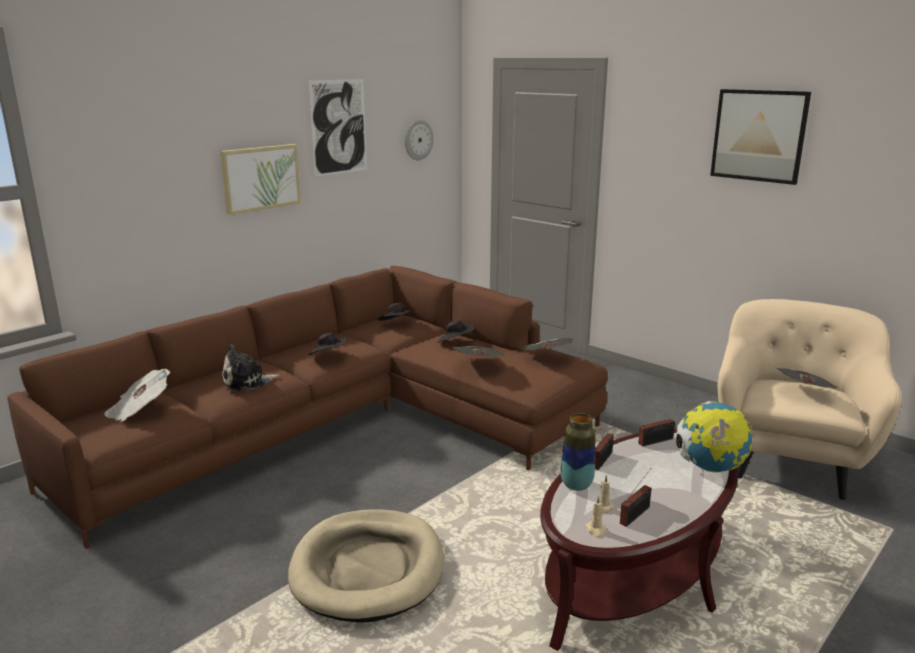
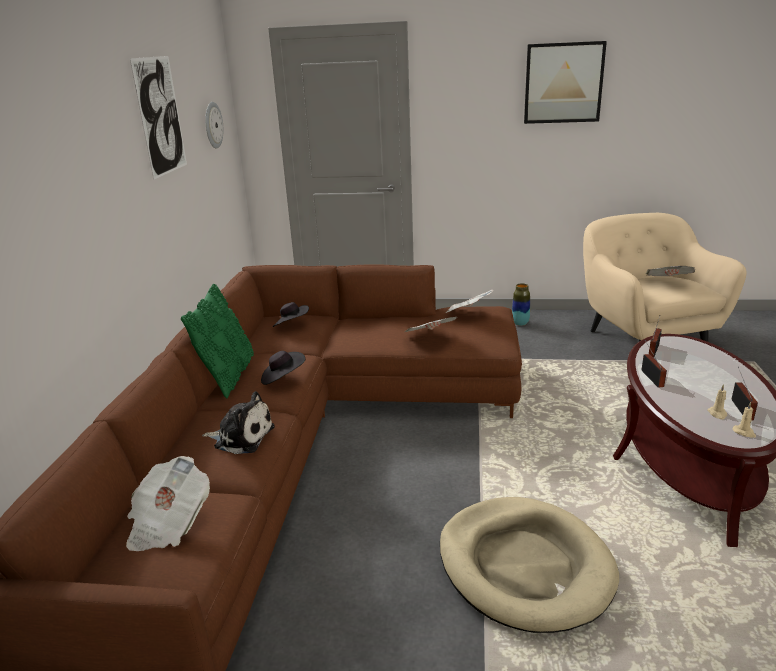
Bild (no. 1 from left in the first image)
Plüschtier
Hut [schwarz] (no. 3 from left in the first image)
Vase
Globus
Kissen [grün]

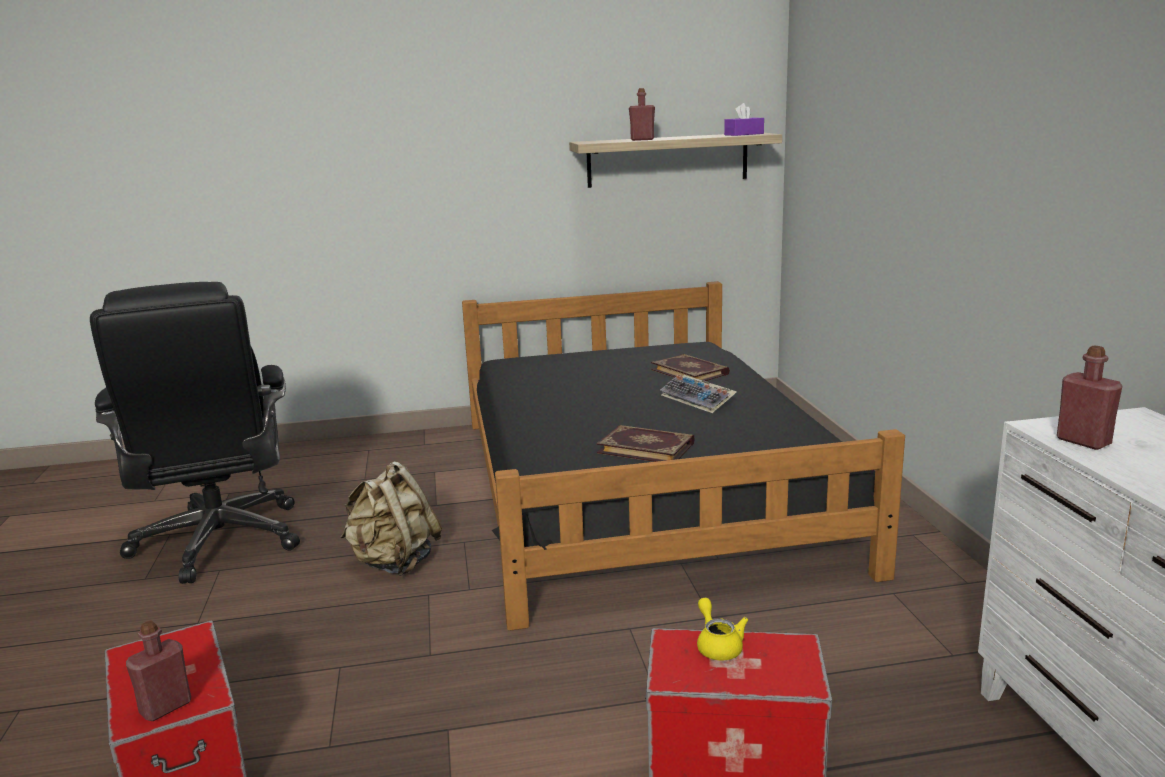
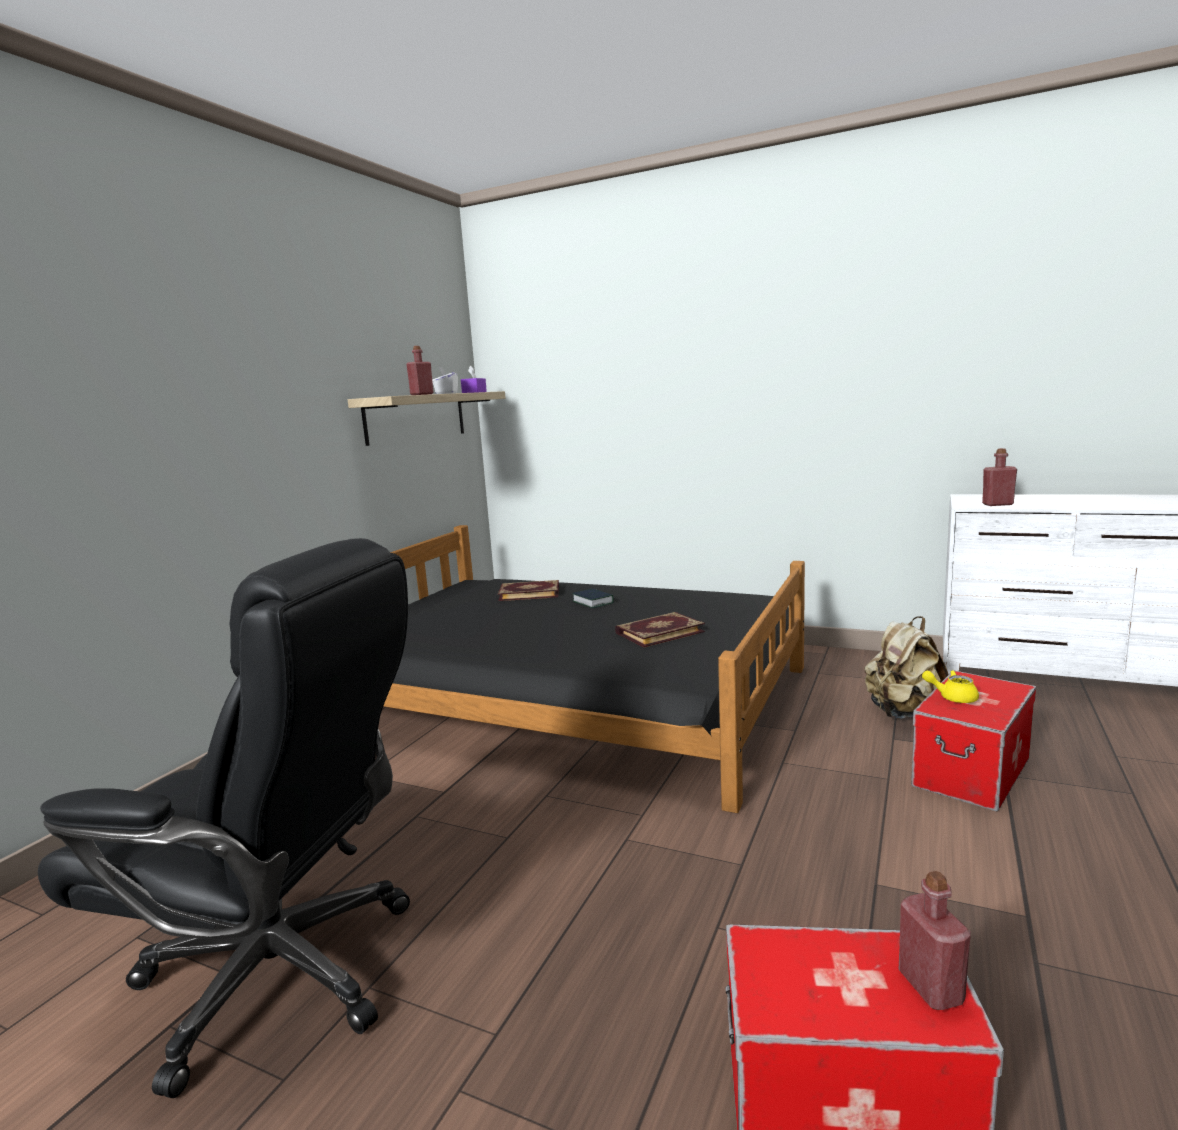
Rucksack [beige]
Buch (no. 2 from left)
Taschentuchbox [weiß]

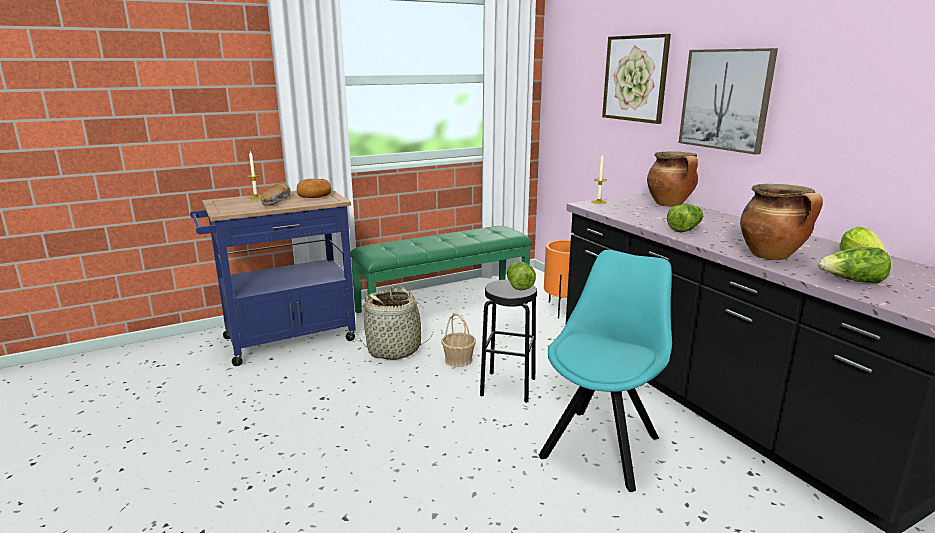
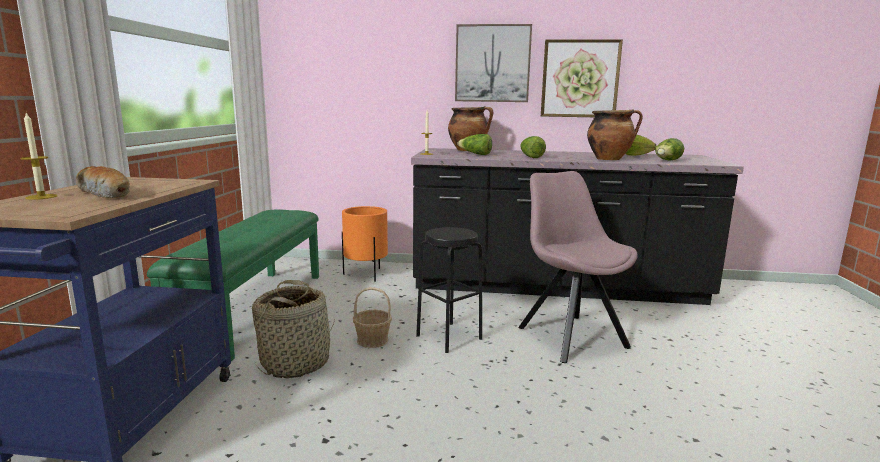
Brot (no. 2 from left in the first image)
Salatkopf (no. 1 from left)
Stuhl [rosa]
Bild (no. 2 from left)

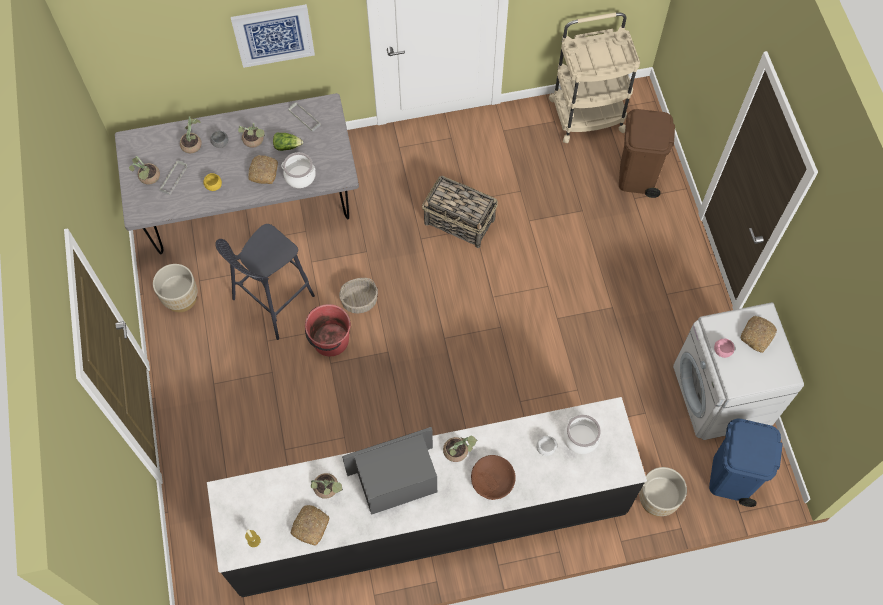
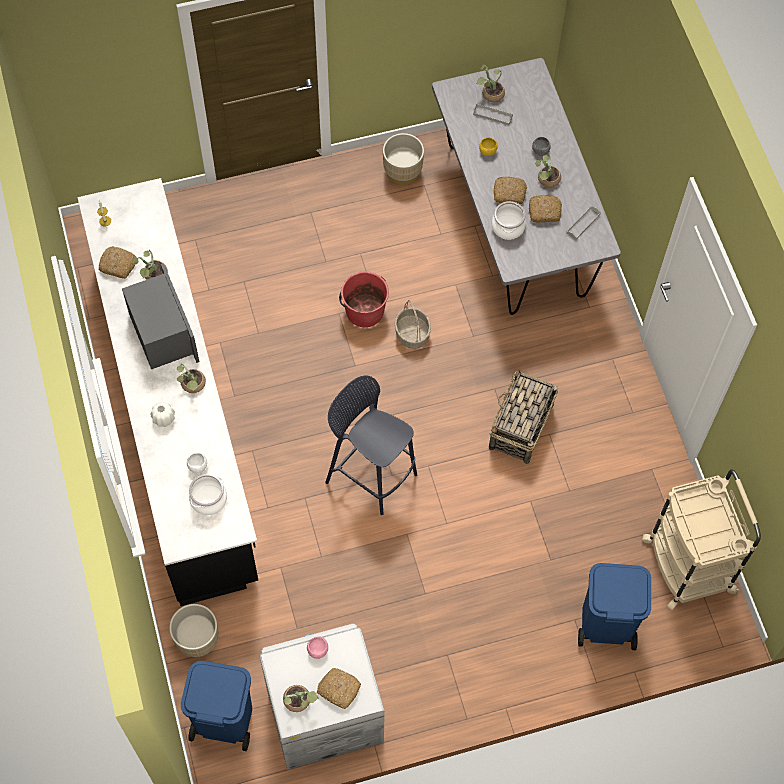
Topfpflanze (no. 3 from left)
Hocker [grau]
Bild
Brot (no. 4 from left)
Vase [weiß]
Mülleimer [blau] (no. 2 from left)

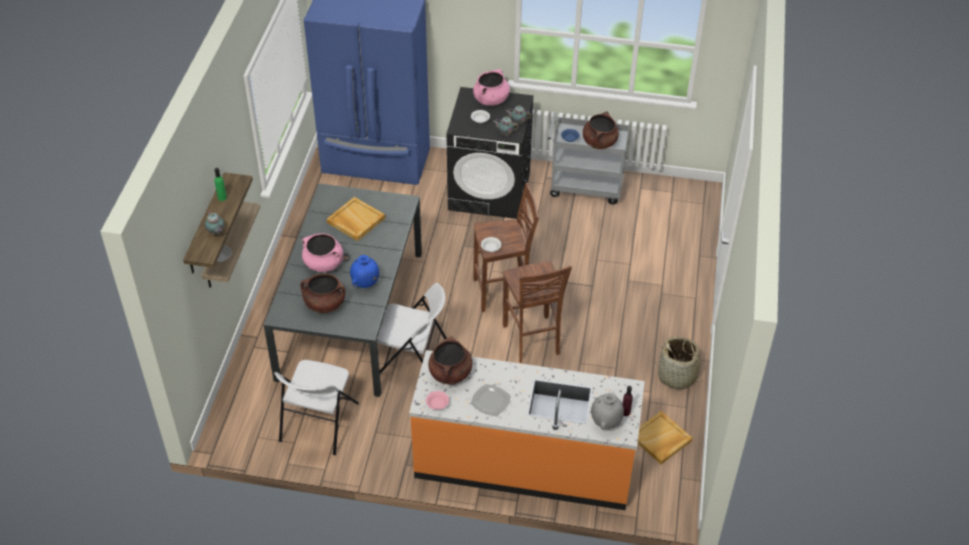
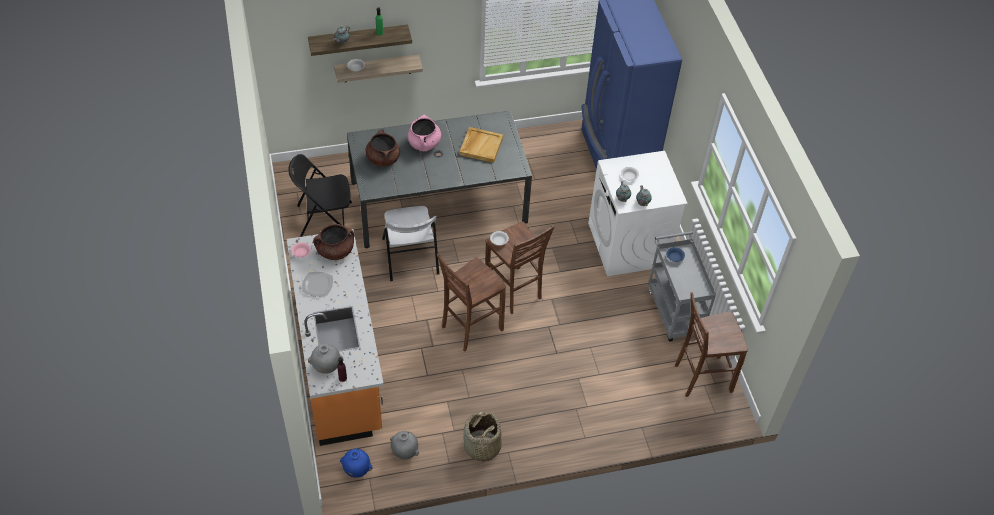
Stuhl [schwarz]
Vase [blau]
Waschmaschine [weiß]
Kochtopf [rosa] (no. 2 from left in the first image)
Kochtopf [braun] (no. 3 from left in the first image)
Vase [grau] (no. 2 from left)
Hocker [braun] (no. 3 from left)

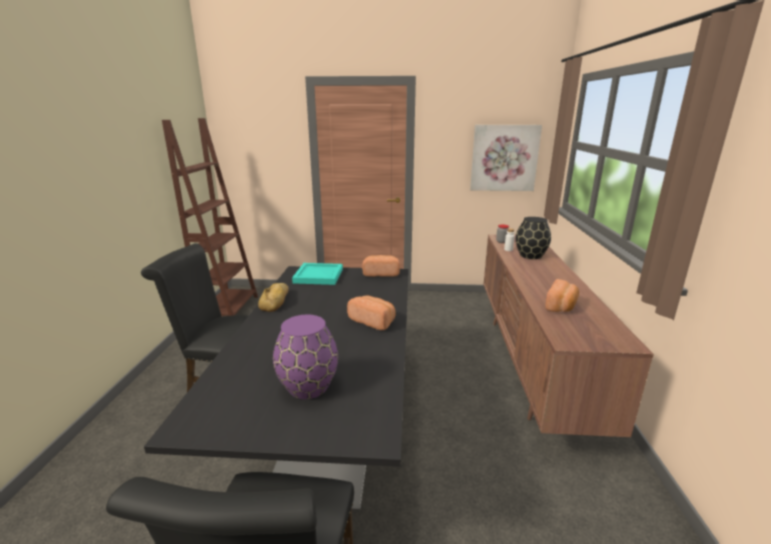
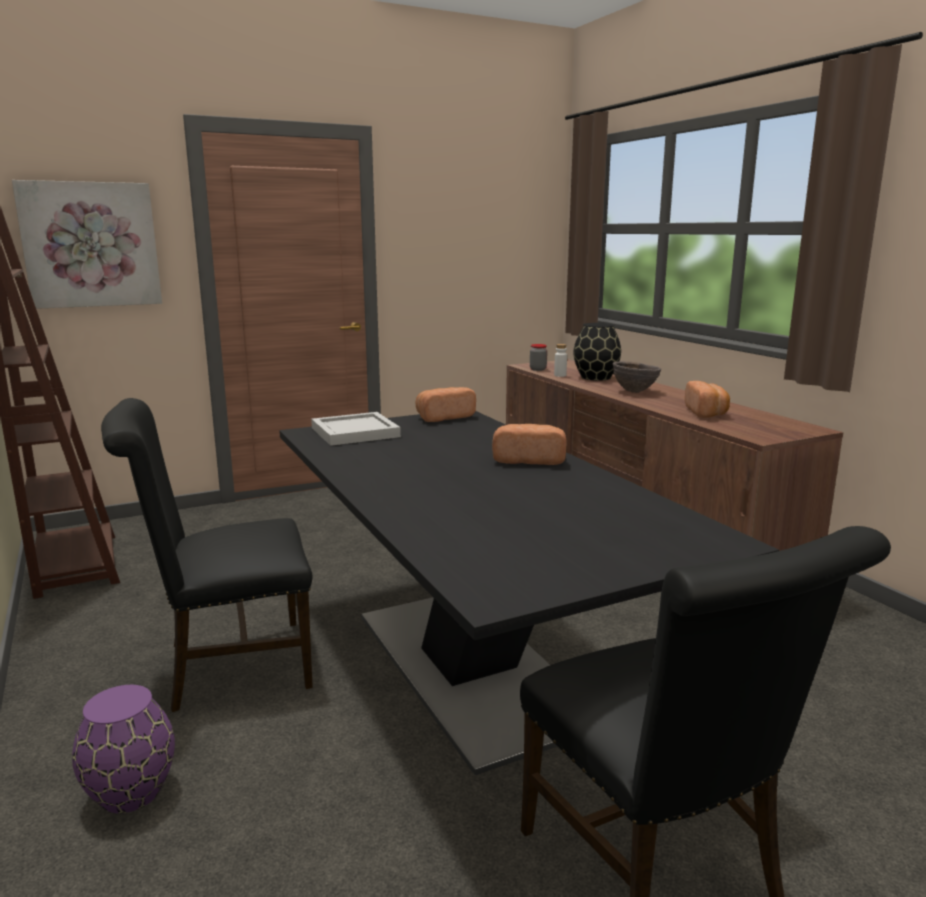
Brot (no. 1 from left in the first image)
Vase [lila]
Tablett [weiß]
Bild
Schüssel [braun]

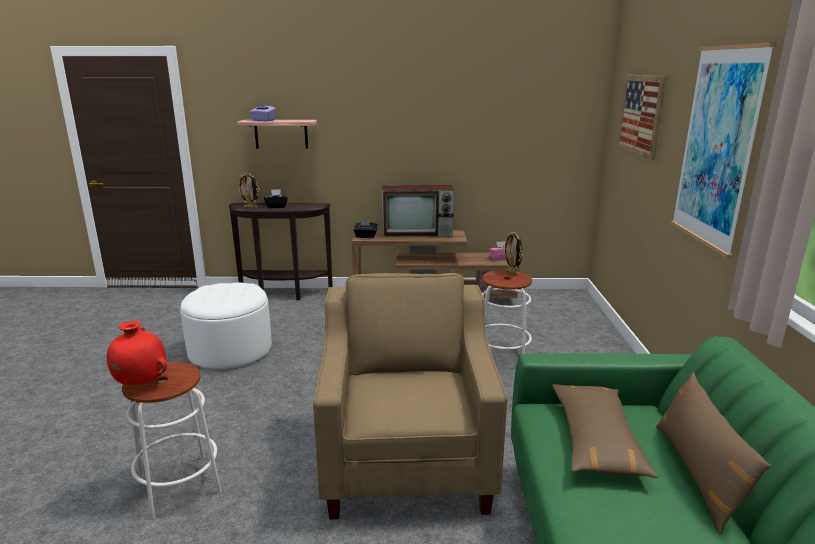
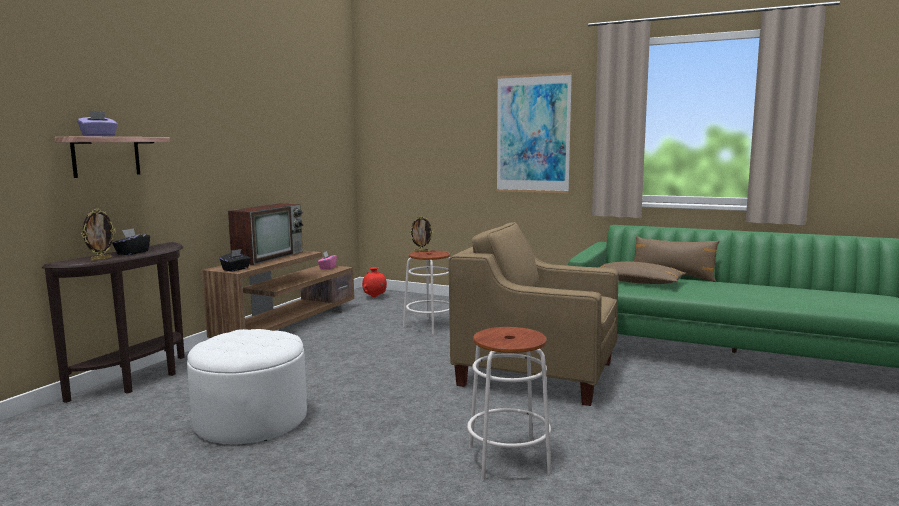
Vase [rot]
Bild (no. 1 from left in the first image)

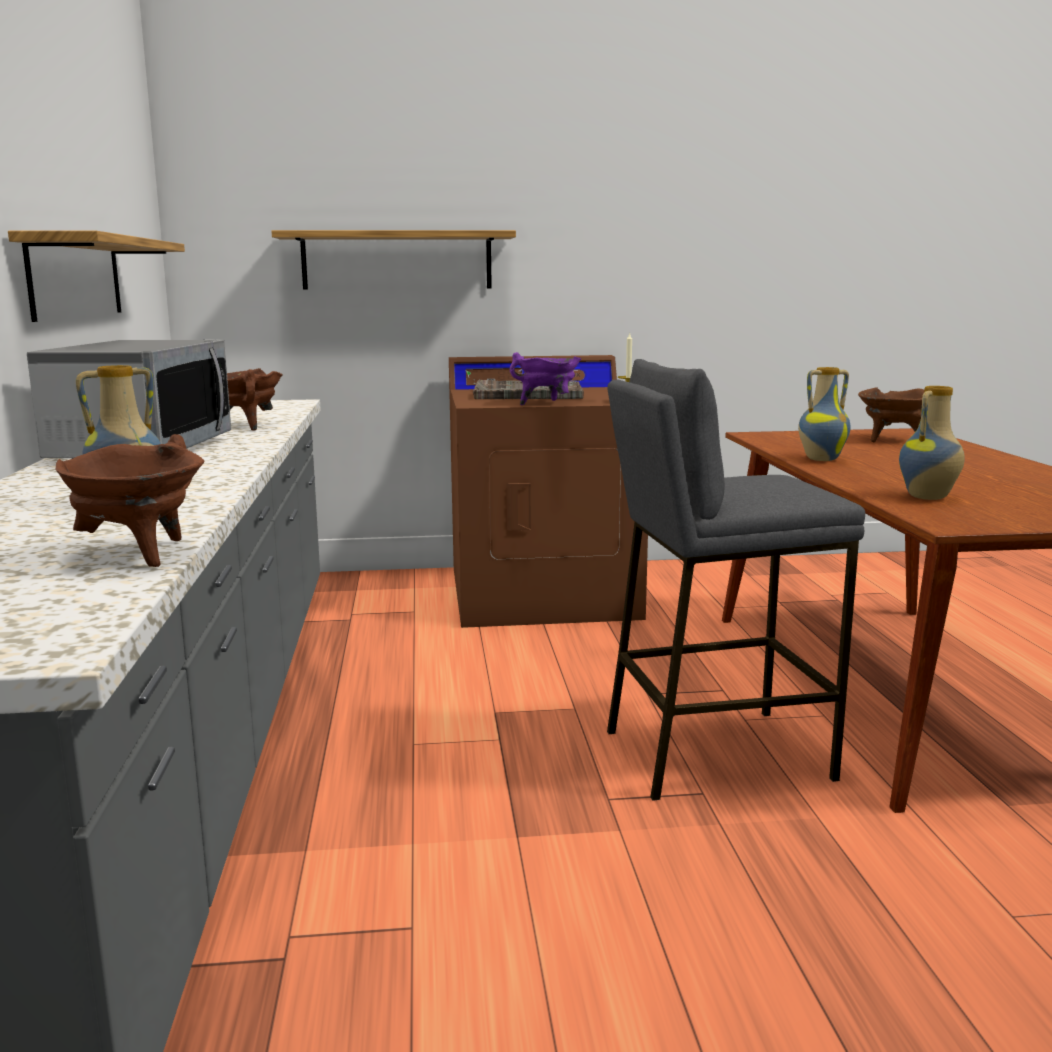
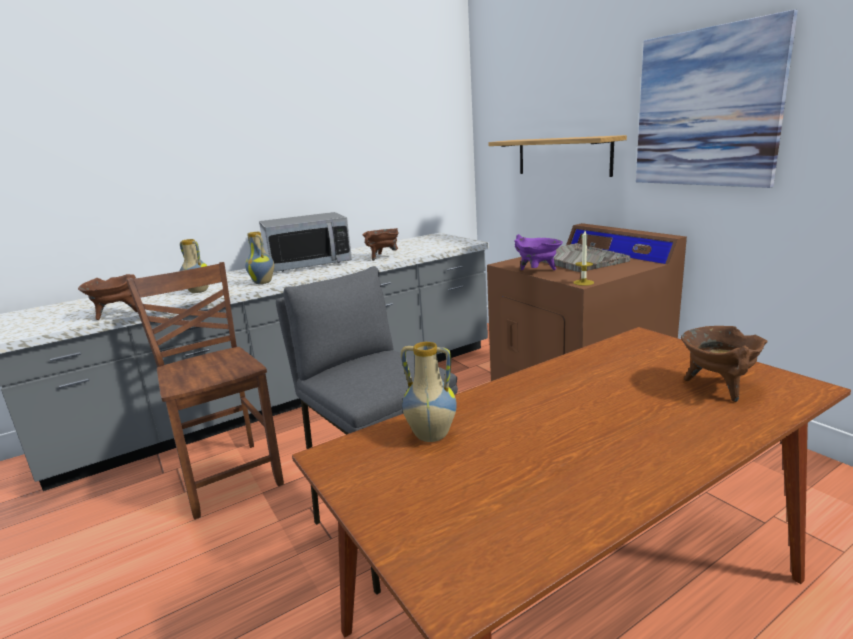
Wandregal (no. 1 from left in the first image)
Vase (no. 2 from left)
Stuhl [braun]
Bild

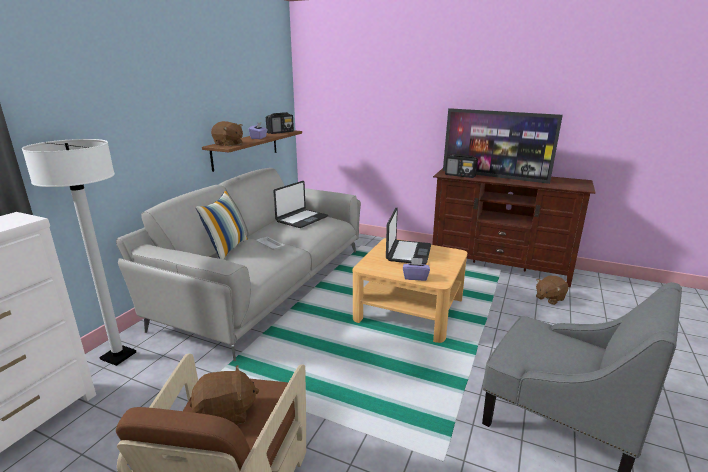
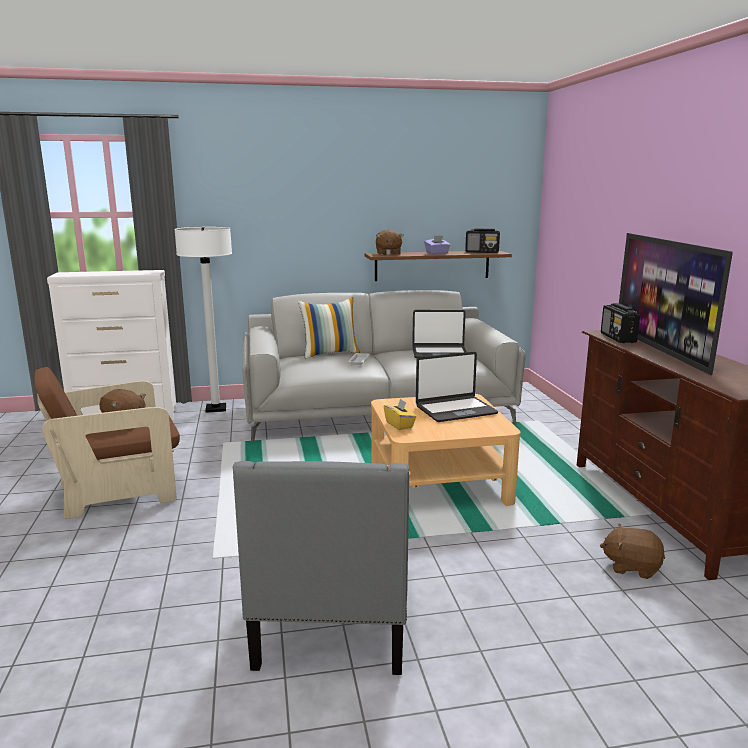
Taschentuchbox [gelb]

